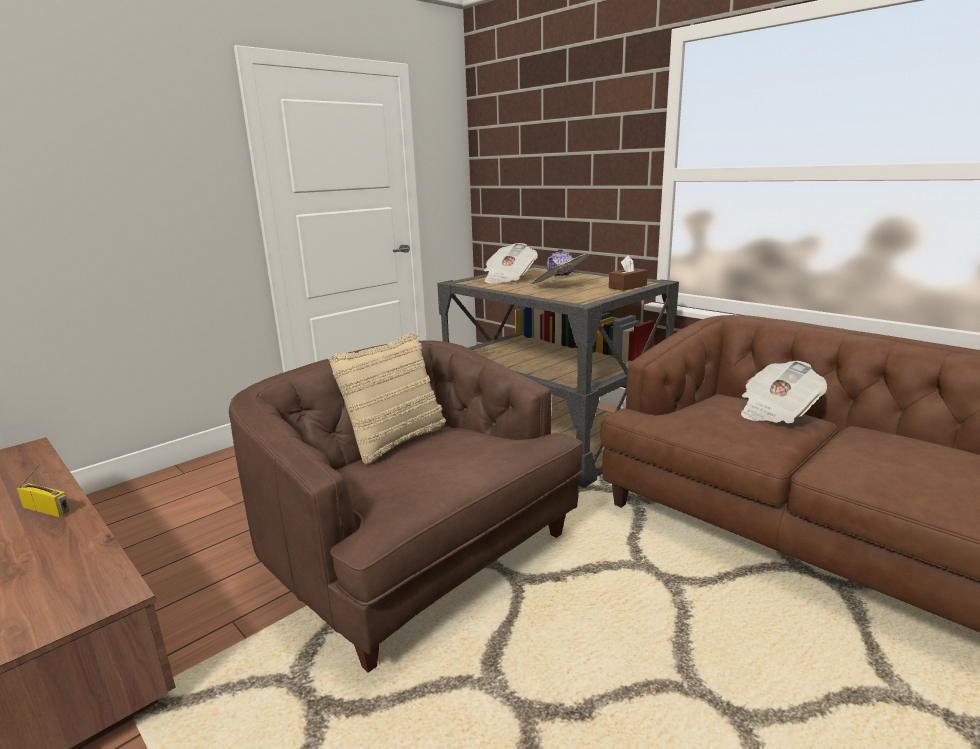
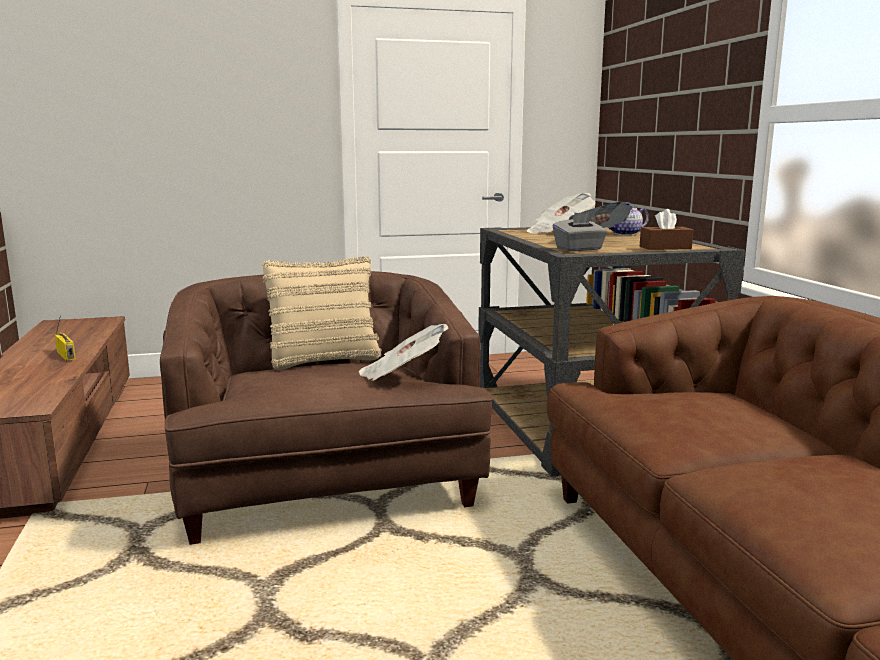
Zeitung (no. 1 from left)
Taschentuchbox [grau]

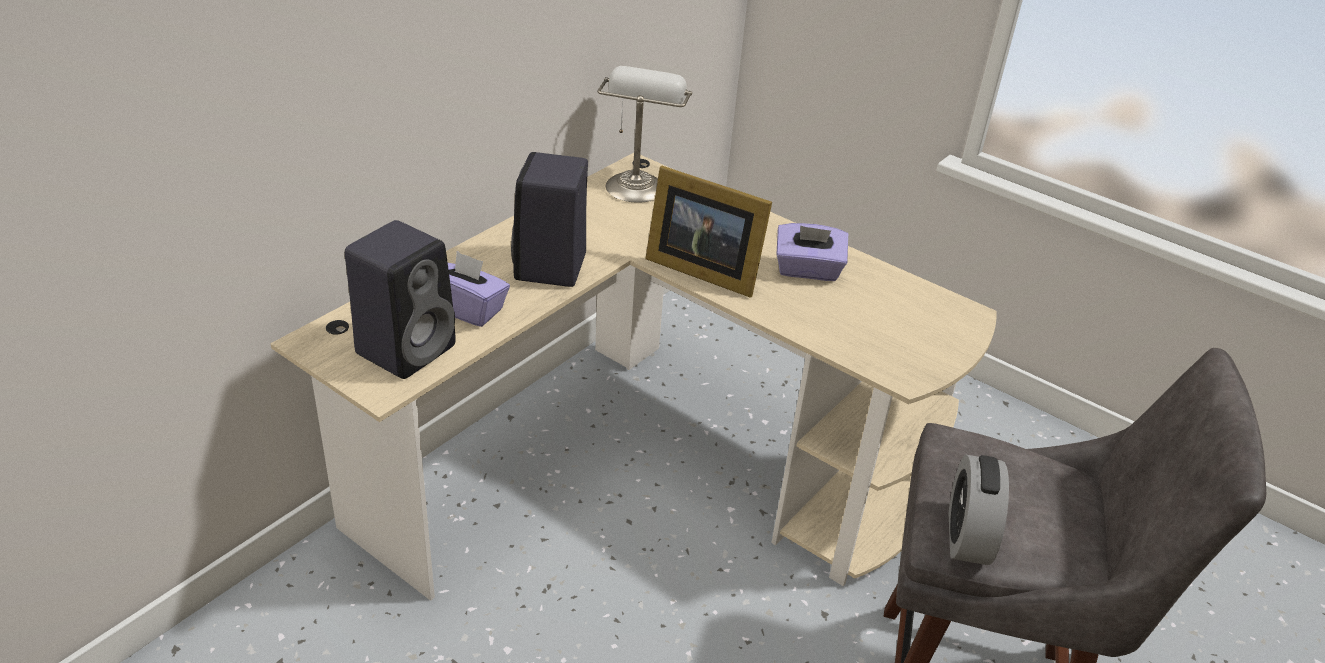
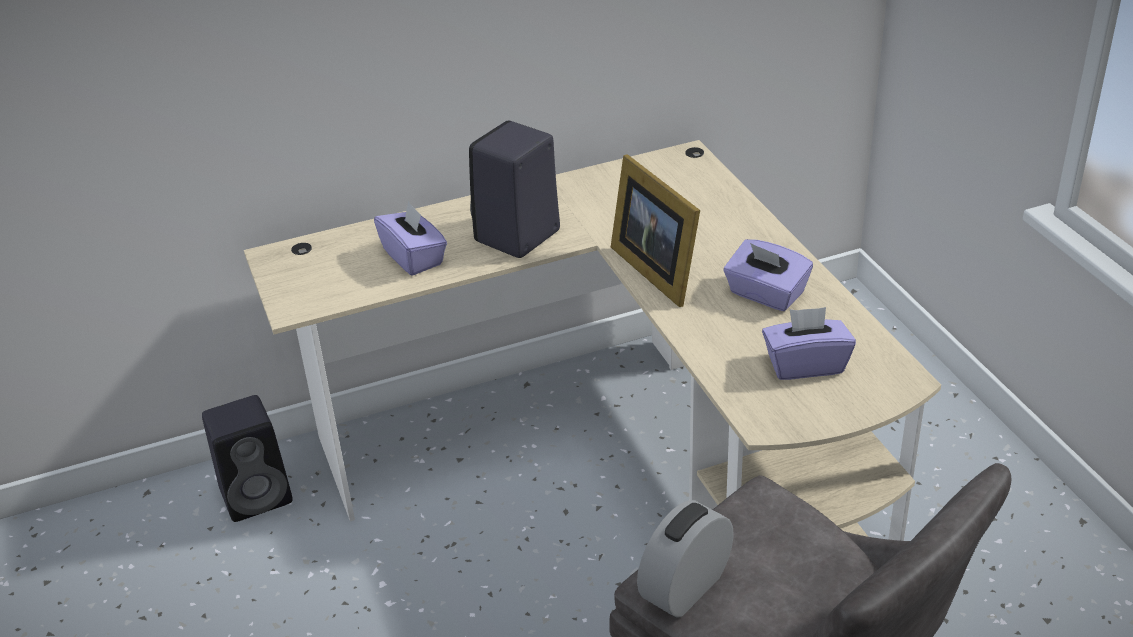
Lautsprecher [schwarz] (no. 1 from left)
Tischlampe [weiß]
Taschentuchbox [lila] (no. 3 from left)

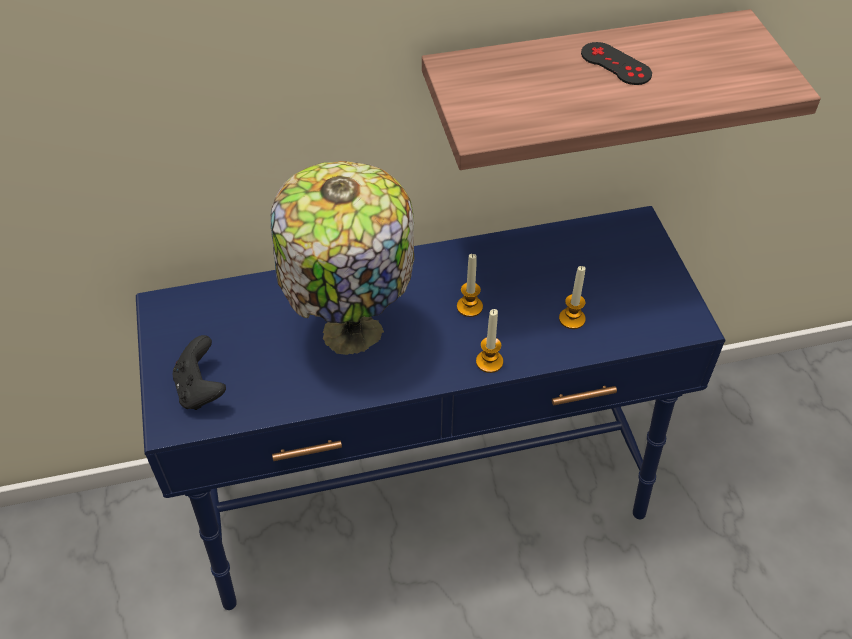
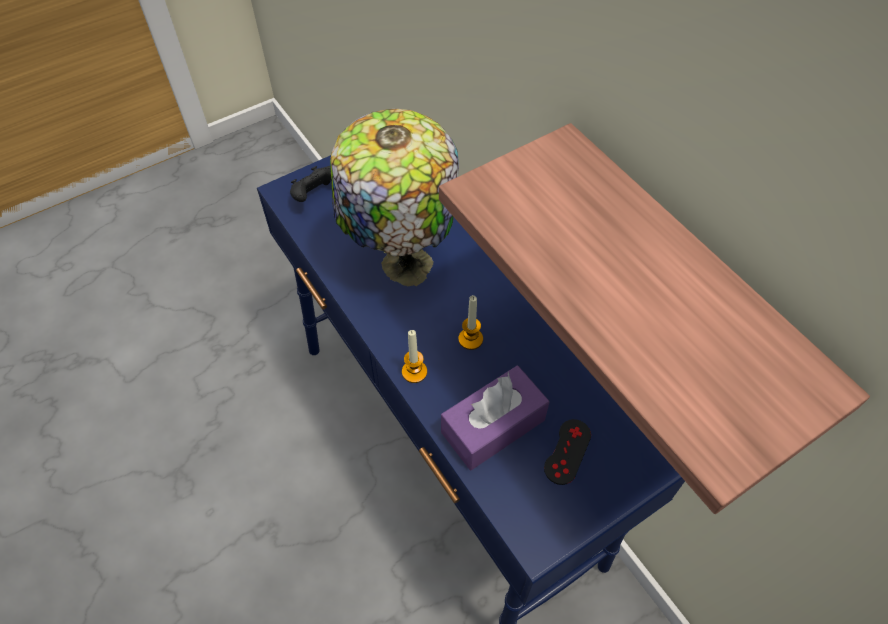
Taschentuchbox [lila]
Gamepad [schwarz] (no. 2 from left)

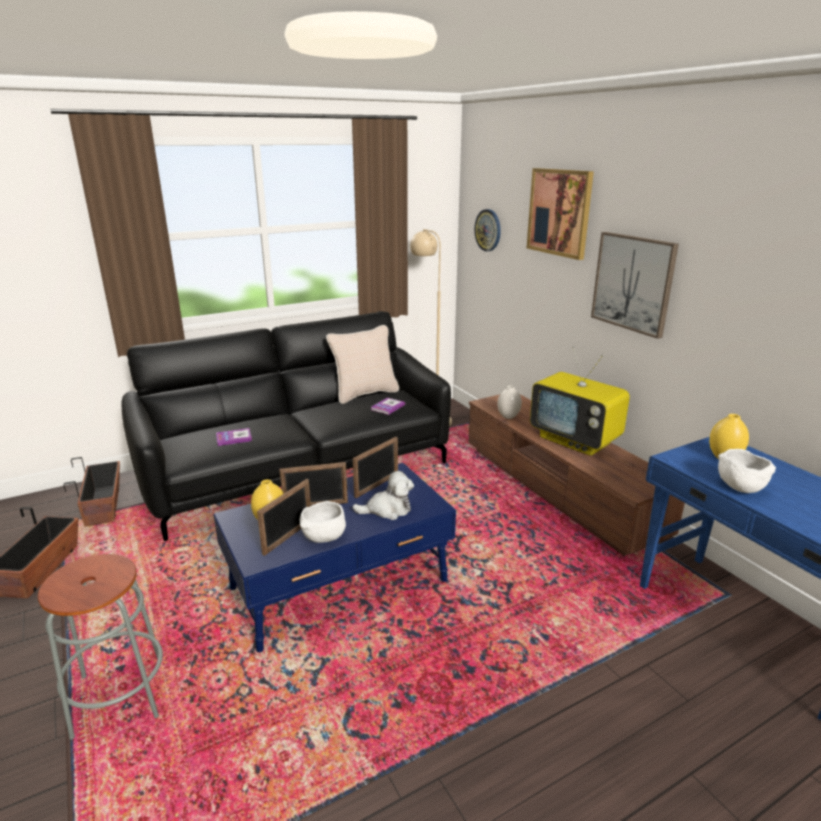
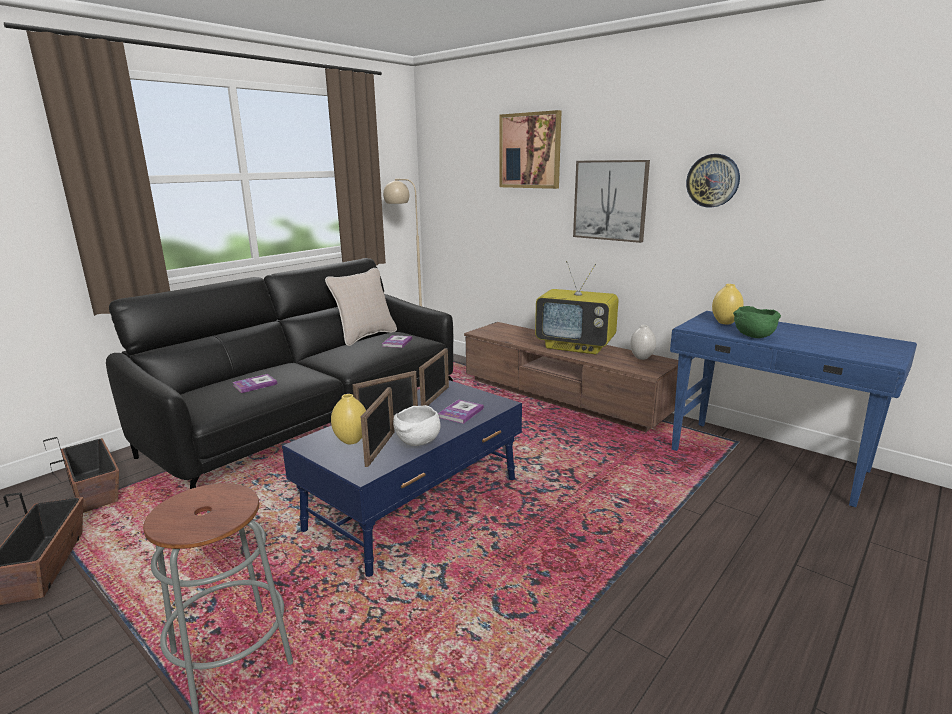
Buch (no. 3 from left)
Wanduhr
Vase [weiß]
Schüssel [grün]

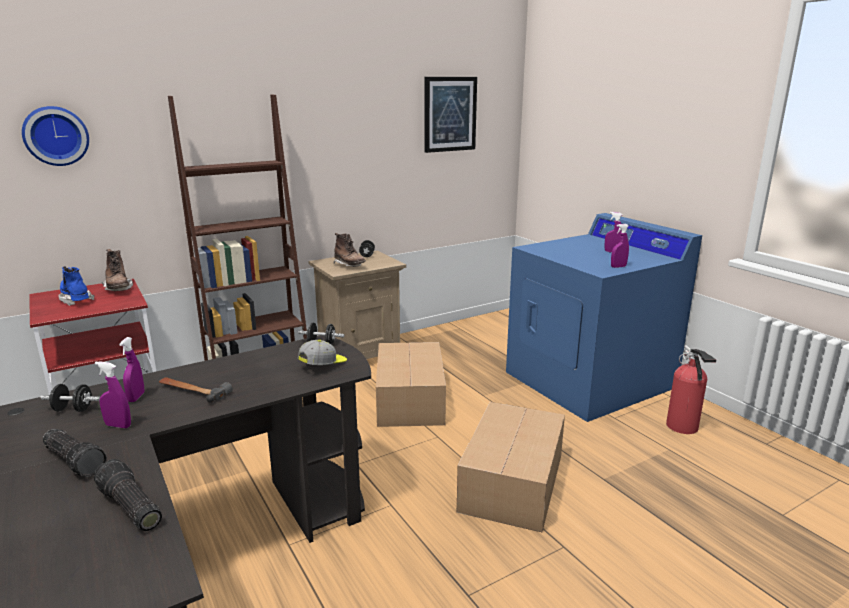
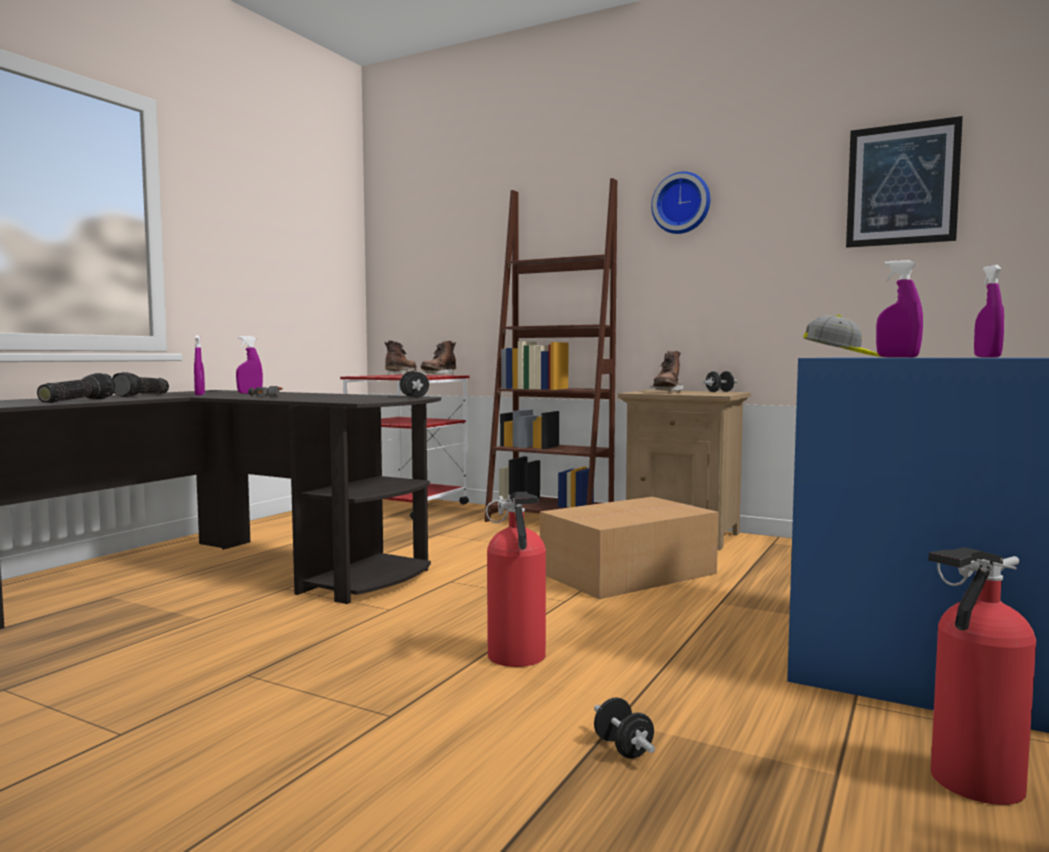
Wanduhr
Hantel [schwarz] (no. 2 from left)
Stiefel [braun] (no. 1 from left)
Kappe
Feuerlöscher (no. 1 from left)

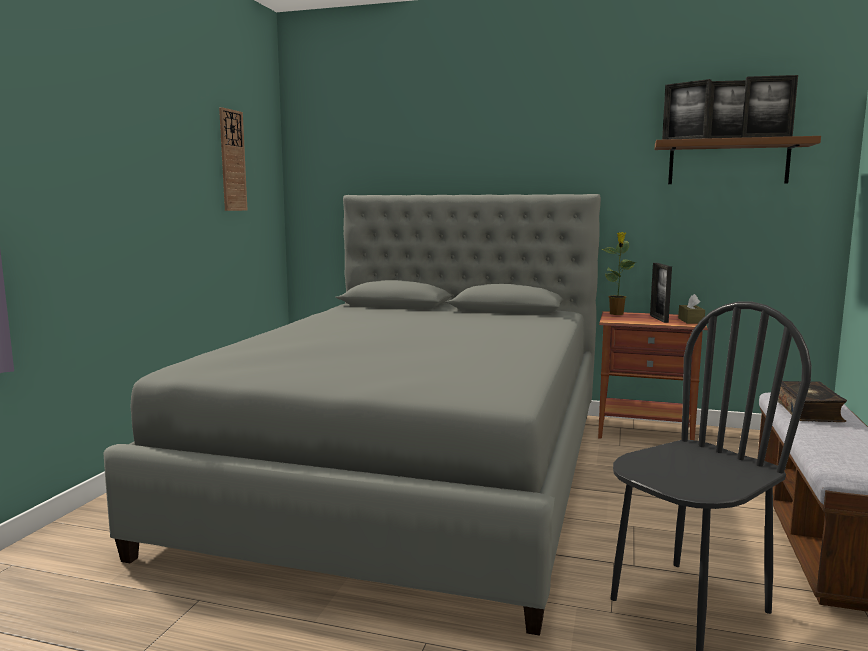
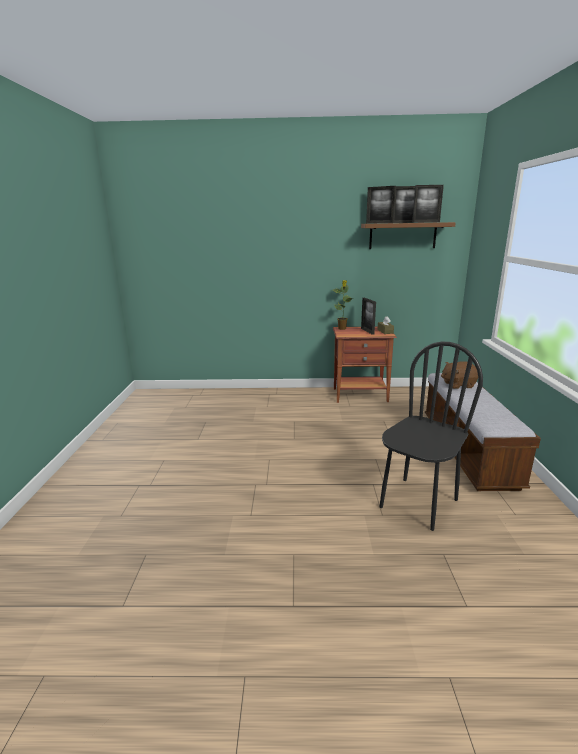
Bett [grau]
Wanduhr
Plüschtier [braun]

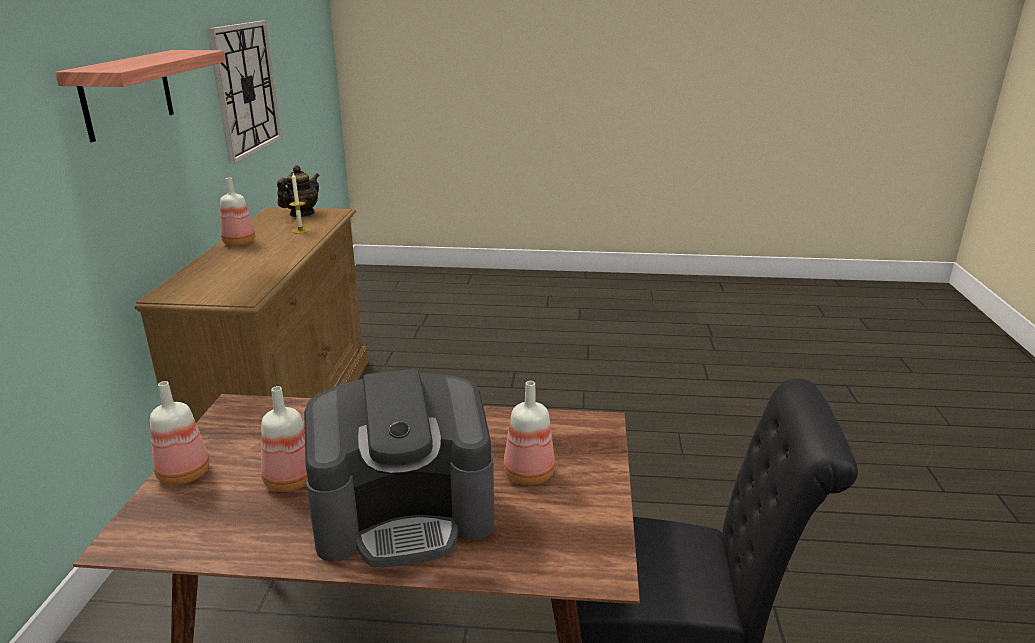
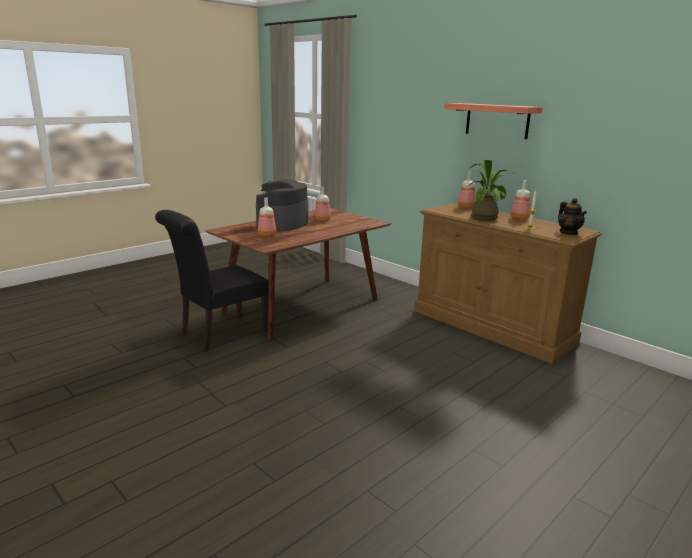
Flasche (no. 3 from left)
Wanduhr
Topfpflanze

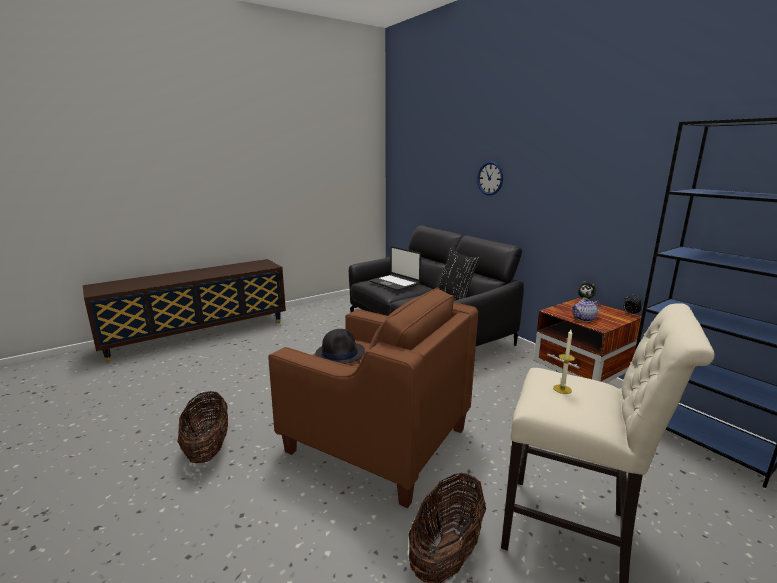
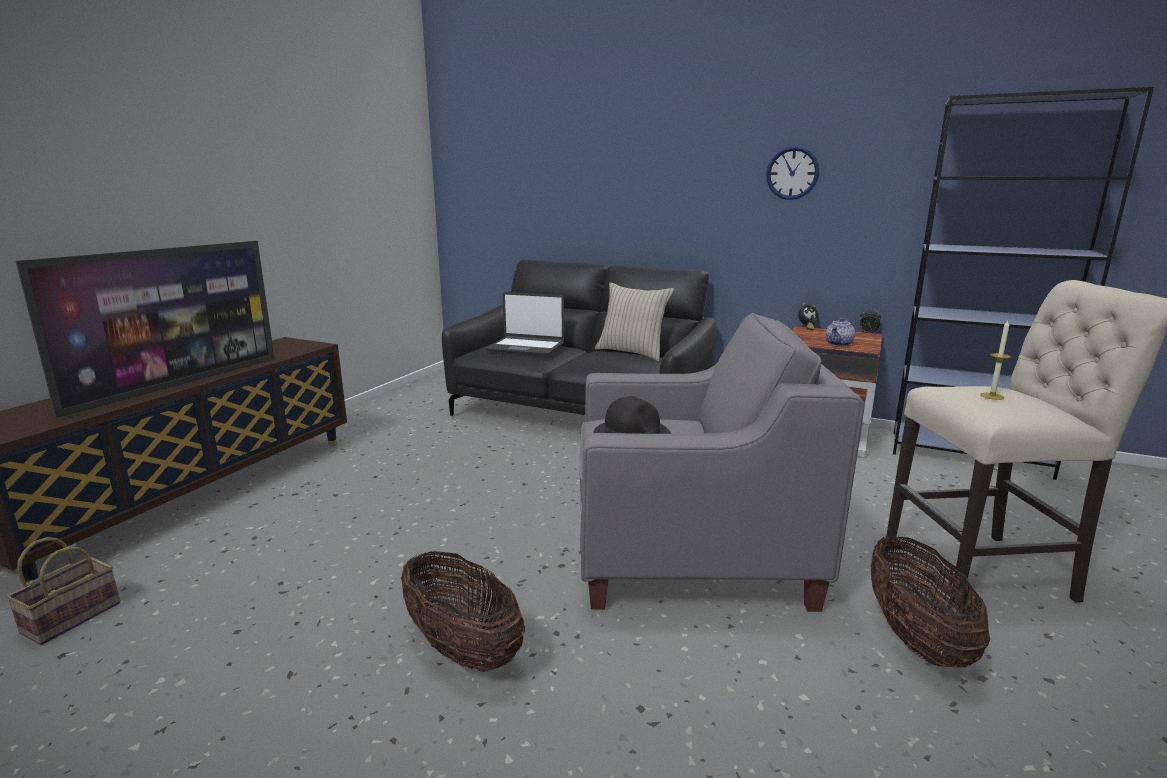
Sessel [grau]
Kissen [beige]
Wanduhr
Korb (no. 1 from left)
Fernseher

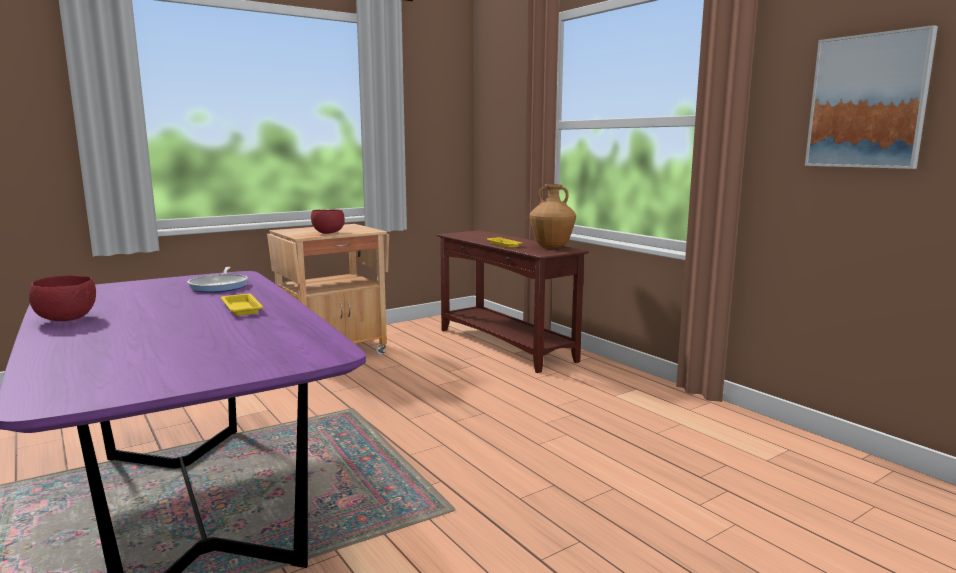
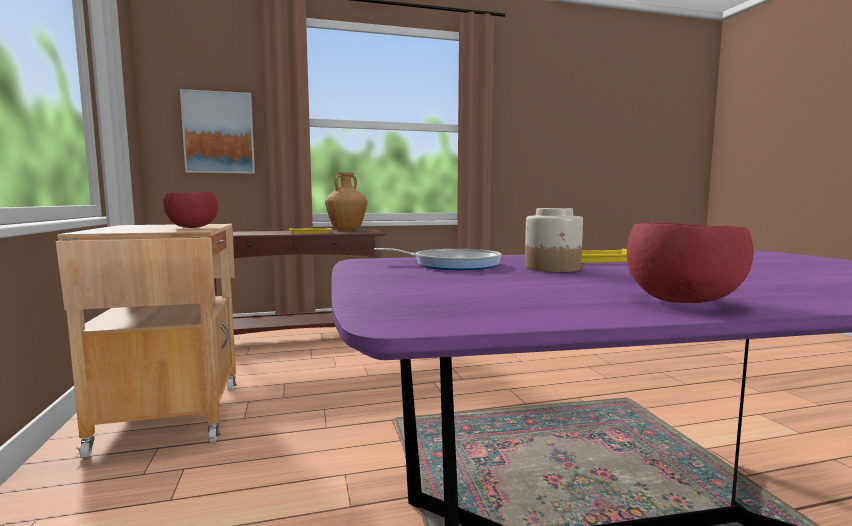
Bild
Vorratsglas

